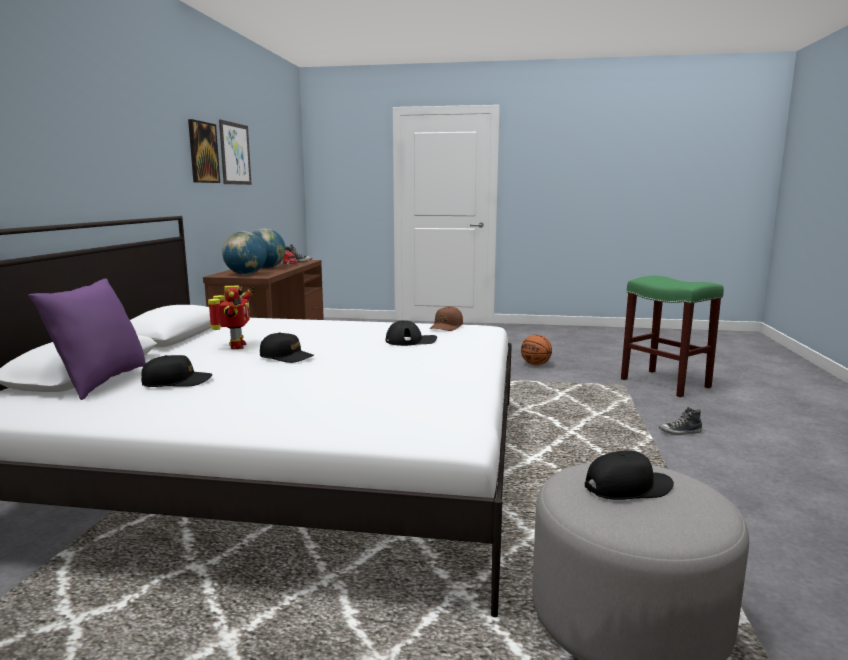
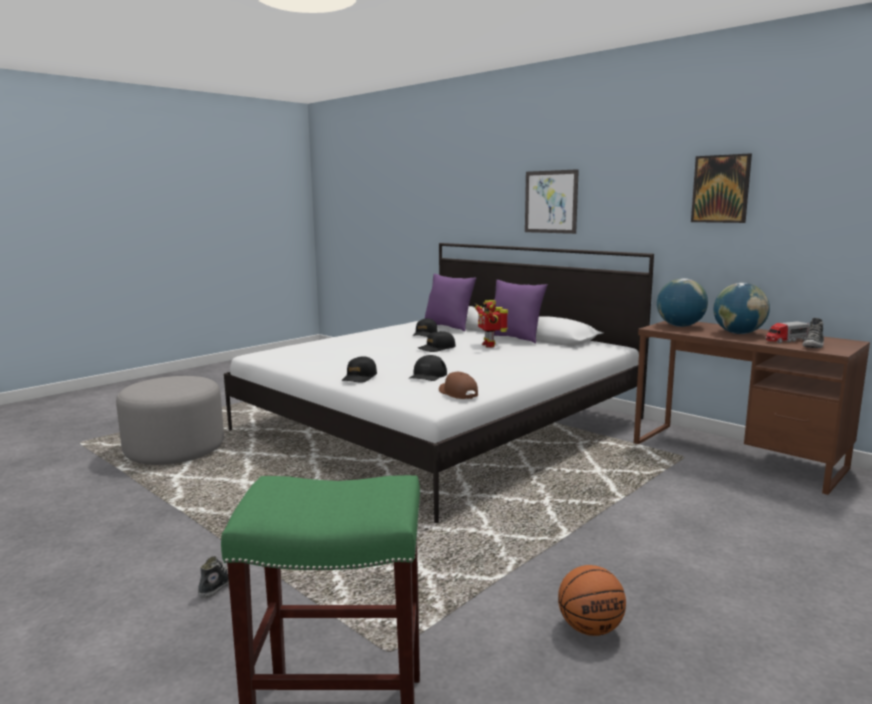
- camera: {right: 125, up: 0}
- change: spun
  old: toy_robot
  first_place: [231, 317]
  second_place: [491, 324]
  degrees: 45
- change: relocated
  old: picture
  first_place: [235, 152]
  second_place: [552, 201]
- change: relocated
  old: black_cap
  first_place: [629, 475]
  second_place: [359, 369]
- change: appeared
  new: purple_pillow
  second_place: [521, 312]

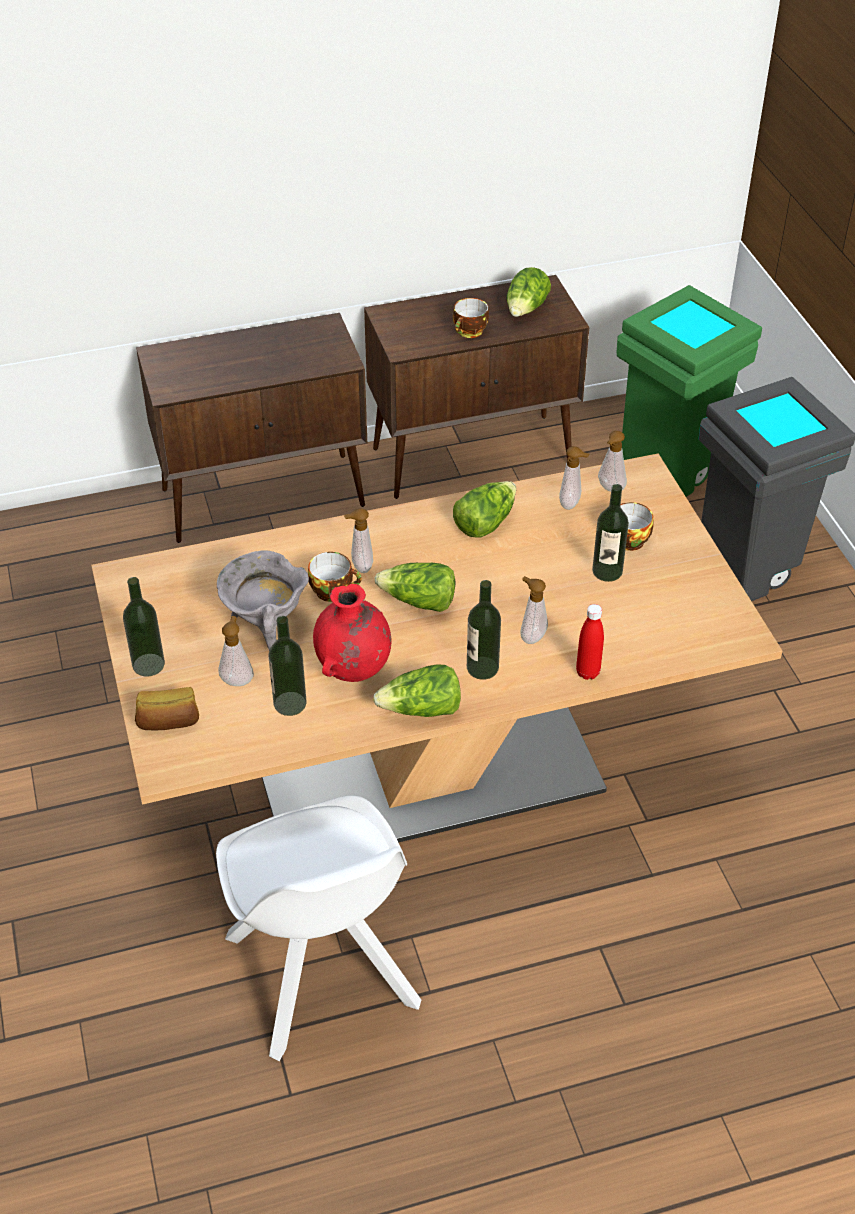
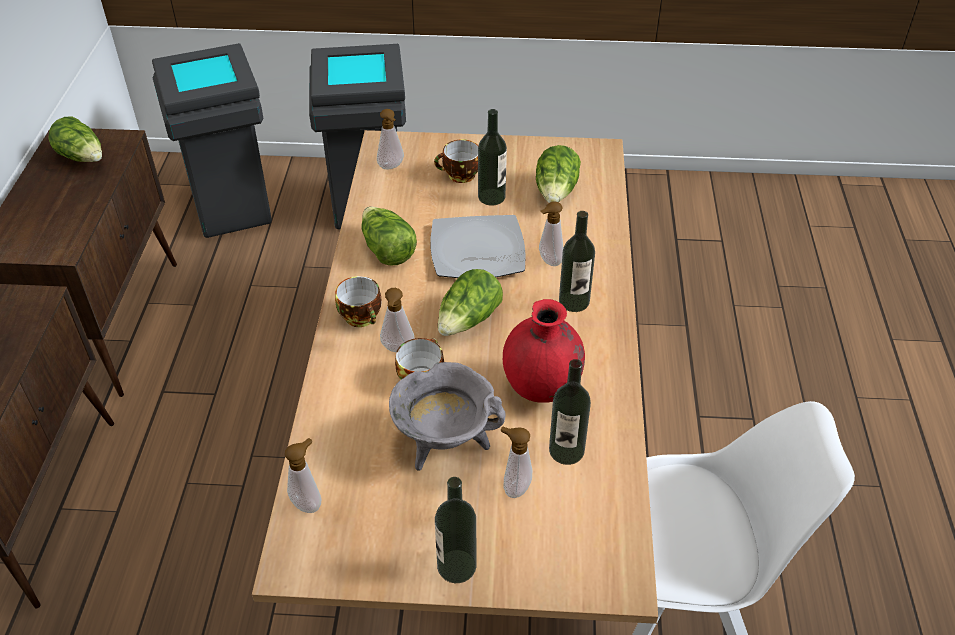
- camera: {right: -70, up: 0}
- change: missing
  old: bread
  first_place: [167, 709]
- change: relocated
  old: lettuce
  first_place: [417, 690]
  second_place: [558, 174]
- change: relocated
  old: cup
  first_place: [471, 318]
  second_place: [358, 301]
- change: relocated
  old: soap_dispenser
  first_place: [574, 478]
  second_place: [303, 475]
- change: missing
  old: red_bottle
  first_place: [590, 642]
- change: colour
  old: green_trash_can
  new: grey_trash_can
  first_place: [689, 391]
  second_place: [212, 140]
- change: appeared
  new: plate
  second_place: [478, 246]

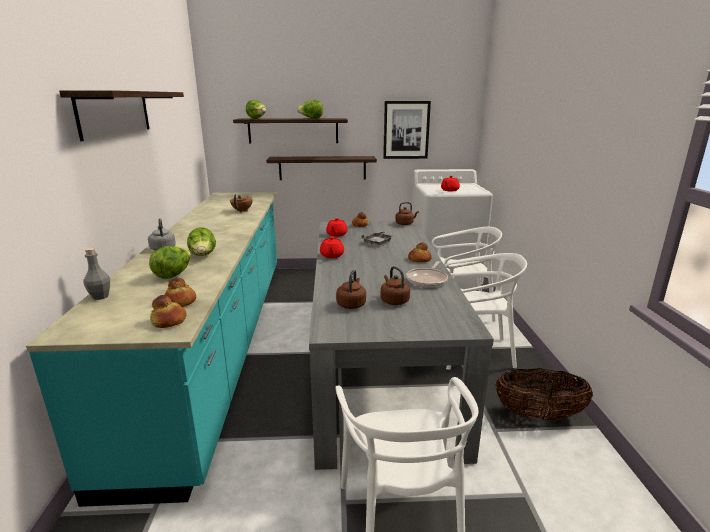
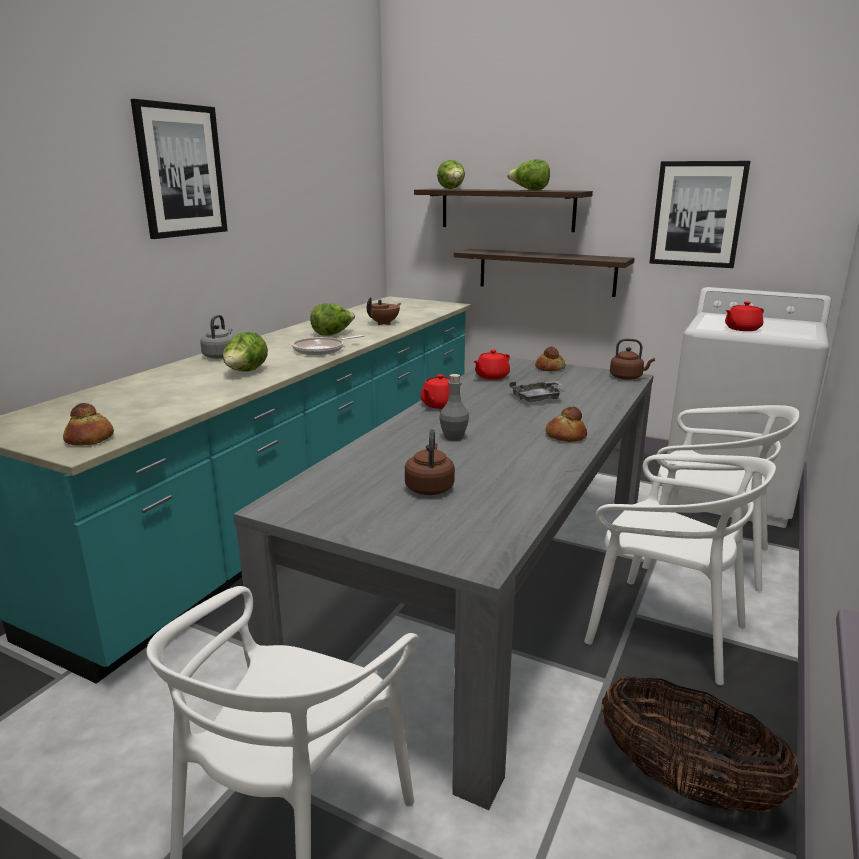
- camera: {right: 30, up: 0}
- change: exchanged
  old: shelf
  new: picture
  first_place: [121, 115]
  second_place: [179, 169]
- change: relocated
  old: grey_bottle
  first_place: [97, 274]
  second_place: [454, 407]
- change: relocated
  old: lettuce
  first_place: [170, 262]
  second_place: [332, 319]
- change: missing
  old: bread
  first_place: [180, 292]
- change: missing
  old: brown_kettle
  first_place: [351, 289]
- change: relocated
  old: frying_pan
  first_place: [427, 274]
  second_place: [328, 345]

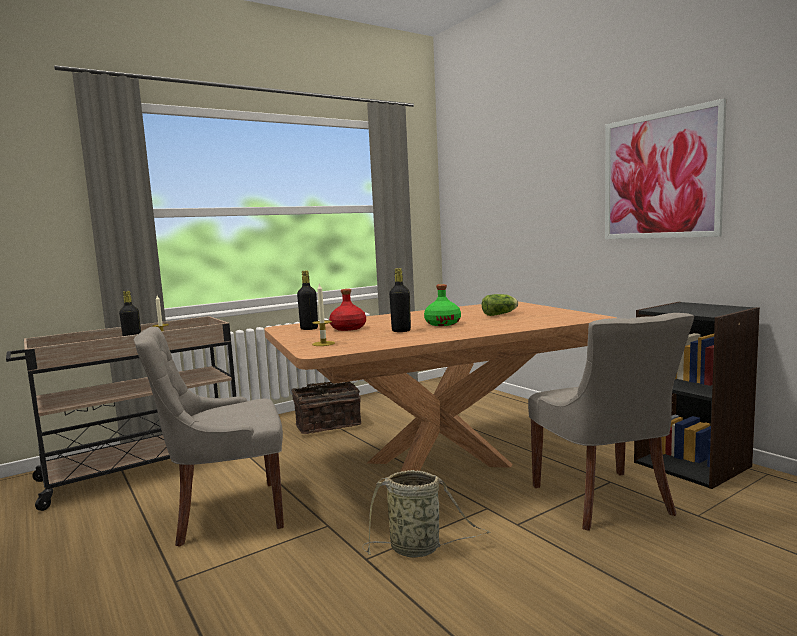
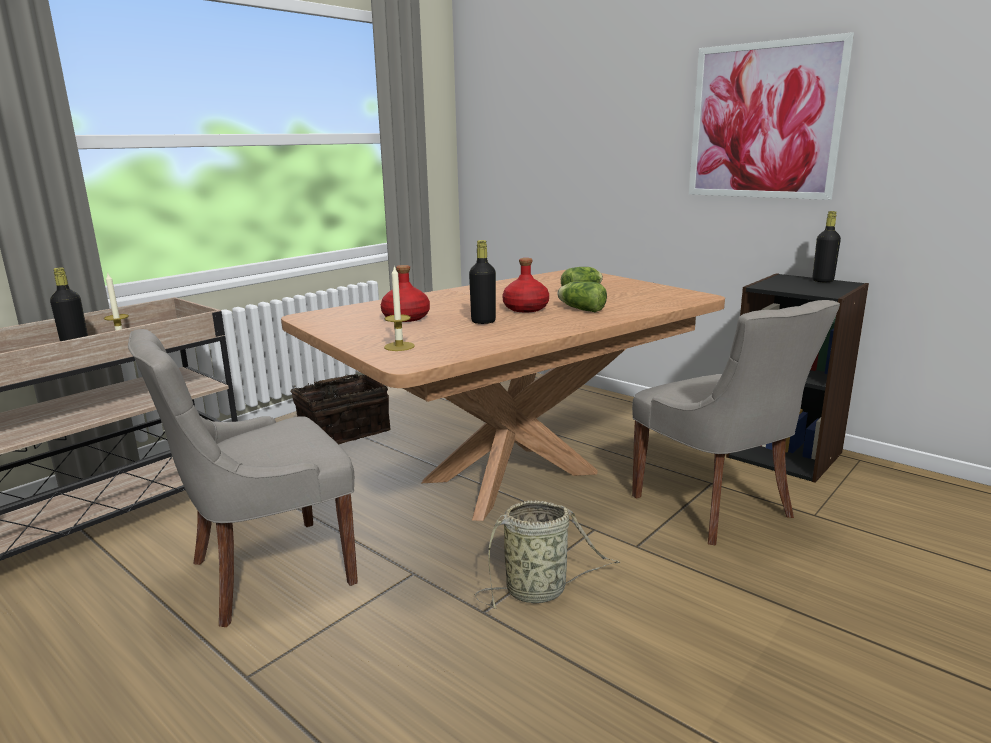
- camera: {right: -15, up: 10}
- change: relocated
  old: black_bottle
  first_place: [307, 300]
  second_place: [826, 246]
- change: colour
  old: green_bottle
  new: red_bottle
  first_place: [442, 305]
  second_place: [525, 285]
- change: appeared
  new: lettuce
  second_place: [582, 297]

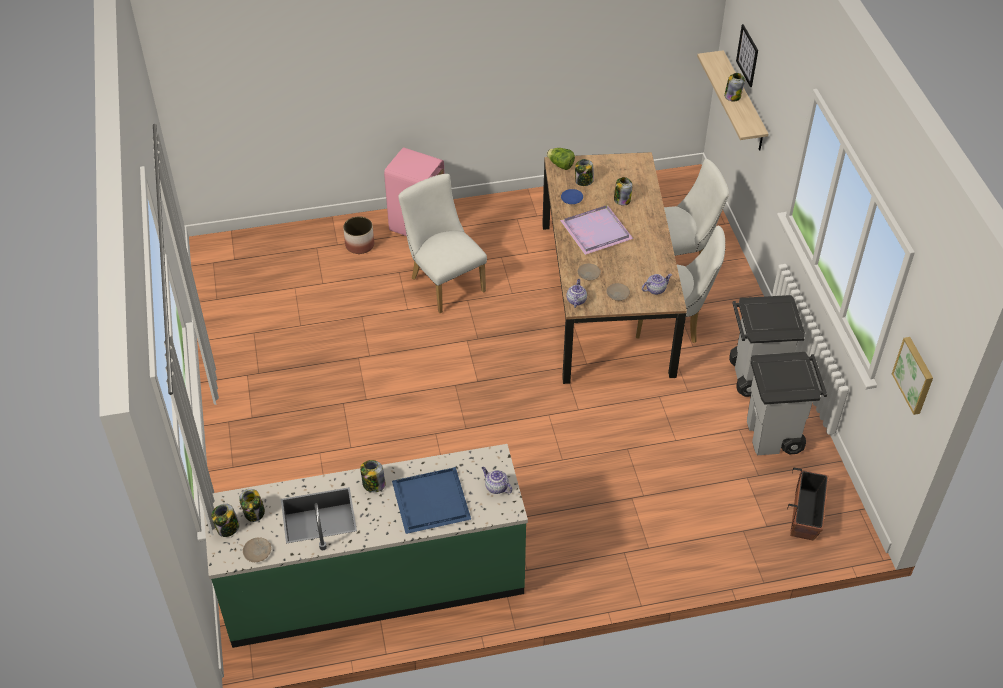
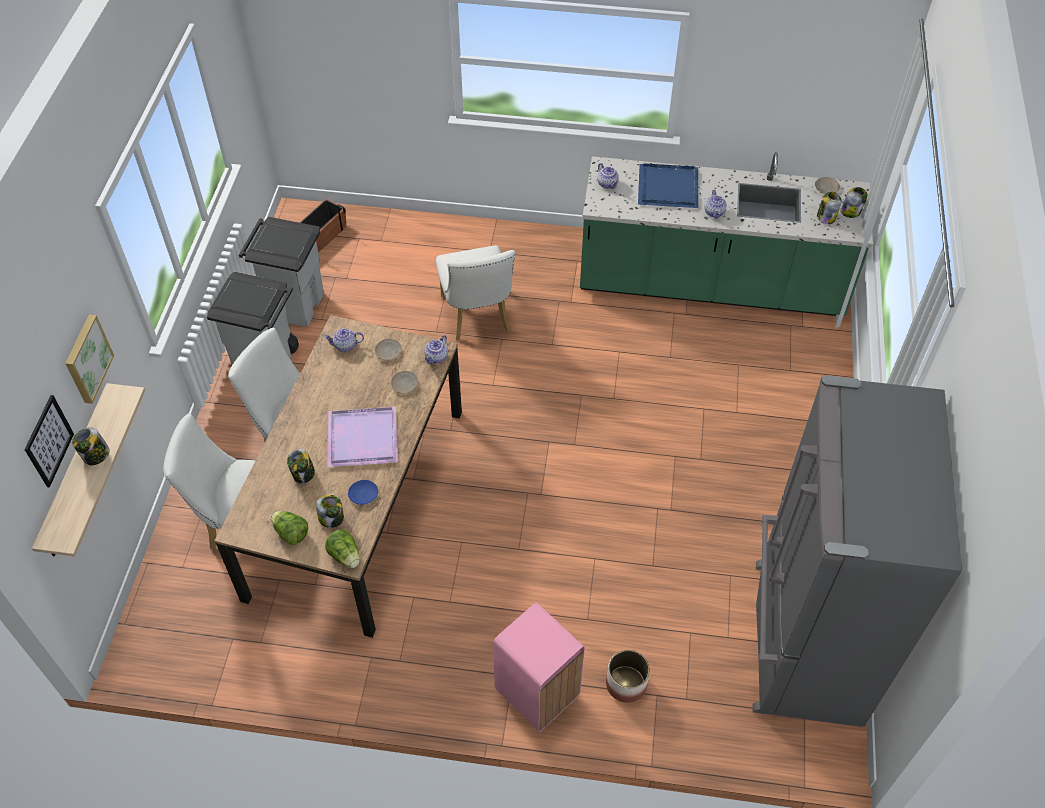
- camera: {right: -160, up: 5}
- change: exchanged
  old: jar
  new: teapot
  first_place: [373, 476]
  second_place: [715, 204]
- change: relocated
  old: white_chair
  first_place: [442, 243]
  second_place: [475, 292]
- change: relocated
  old: picture
  first_place: [912, 376]
  second_place: [89, 359]
- change: appeared
  new: lettuce
  second_place: [289, 528]
- change: appeared
  new: grey_fridge
  second_place: [857, 551]

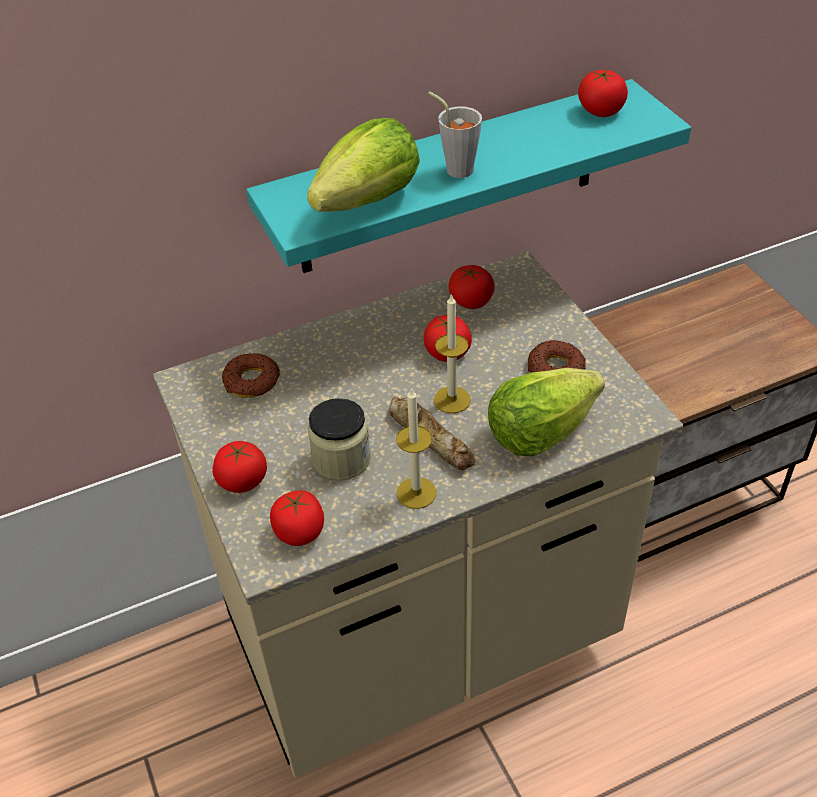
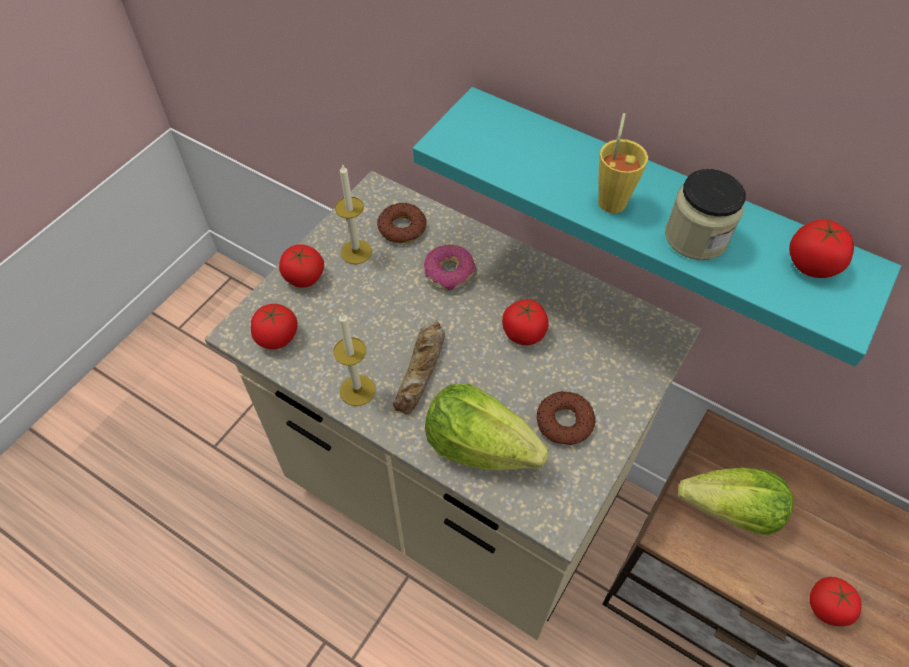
- camera: {right: 55, up: 10}
- change: relocated
  old: lettuce
  first_place: [363, 165]
  second_place: [735, 501]
- change: relocated
  old: jar
  first_place: [339, 439]
  second_place: [705, 214]
- change: colour
  old: grey_cup
  new: yellow_cup
  first_place: [455, 135]
  second_place: [623, 163]
- change: relocated
  old: candle
  first_place: [452, 353]
  second_place: [353, 214]
- change: relocated
  old: tomato
  first_place: [472, 287]
  second_place: [835, 601]
- change: appeared
  new: donut
  second_place: [450, 267]

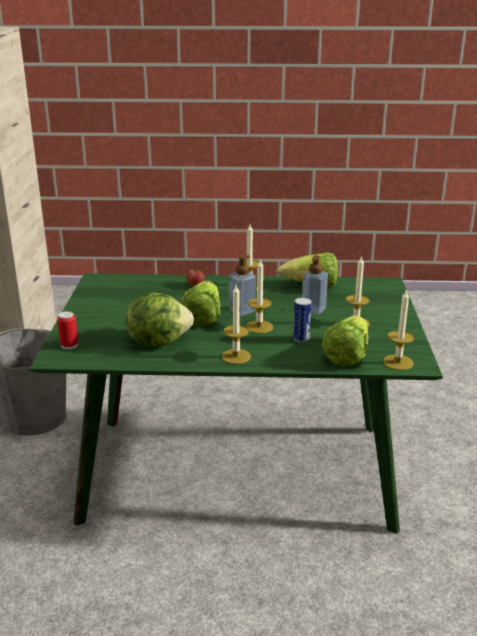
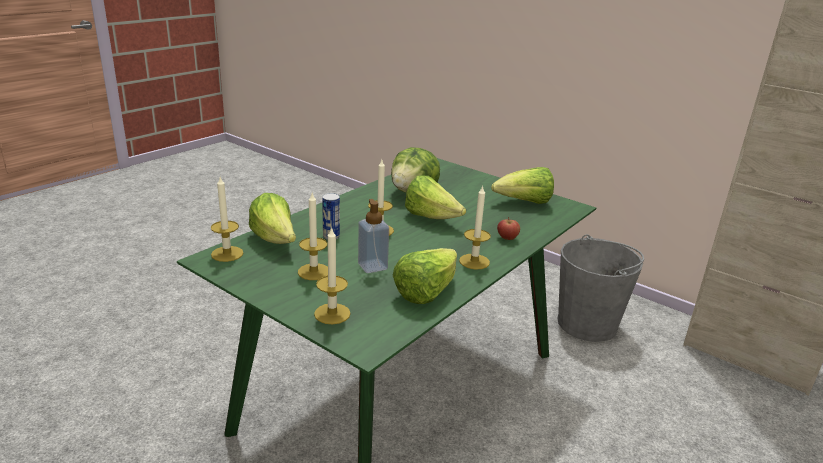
- camera: {right: 125, up: 0}
- change: missing
  old: can
  first_place: [67, 330]
- change: relocated
  old: candle
  first_place: [236, 324]
  second_place: [332, 275]
- change: missing
  old: soap_dispenser
  first_place: [242, 285]
- change: appeared
  new: lettuce
  second_place: [522, 185]

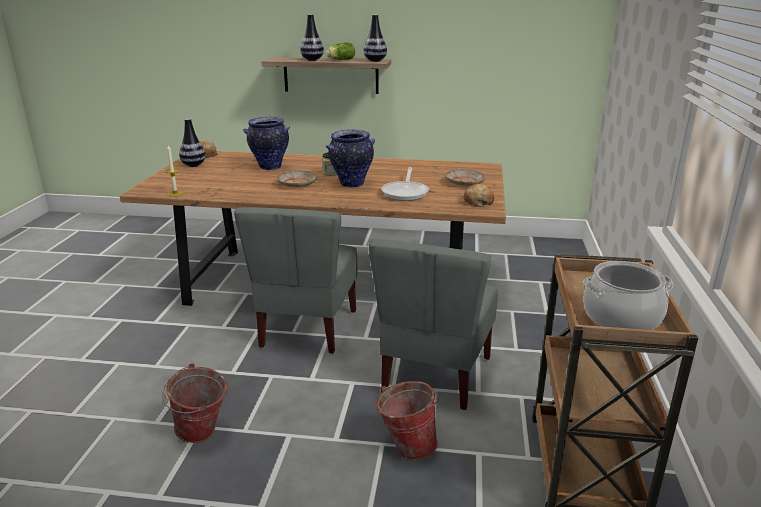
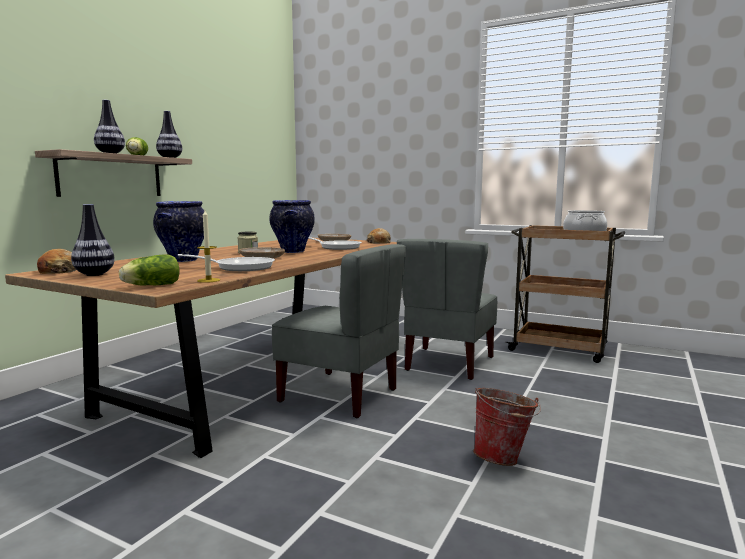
- camera: {right: -70, up: -15}
- change: spun
  old: grey_chair
  first_place: [433, 324]
  second_place: [447, 309]
  degrees: 75
- change: missing
  old: bucket
  first_place: [407, 421]
- change: appeared
  new: lettuce
  second_place: [149, 269]
- change: appeared
  new: frying_pan
  second_place: [226, 262]

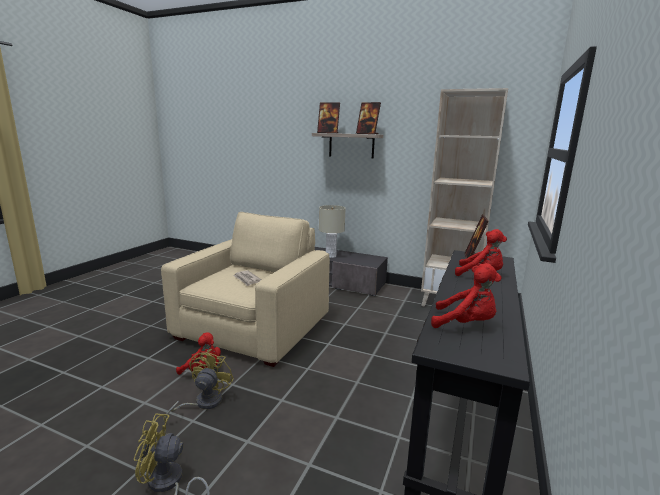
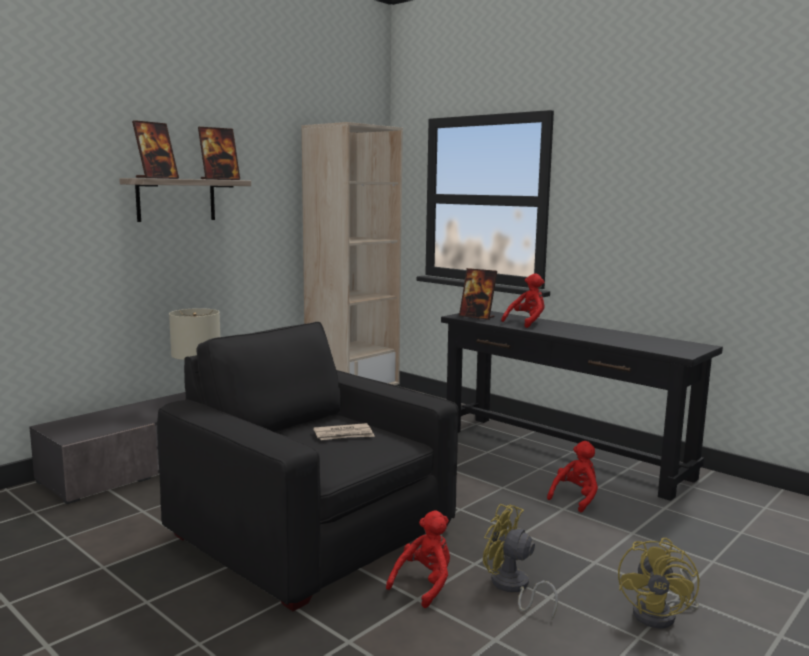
- camera: {right: -70, up: -5}
- change: colour
  old: beige_armchair
  new: black_armchair
  first_place: [245, 289]
  second_place: [308, 466]
- change: relocated
  old: red_plush_toy
  first_place: [466, 295]
  second_place: [572, 476]

